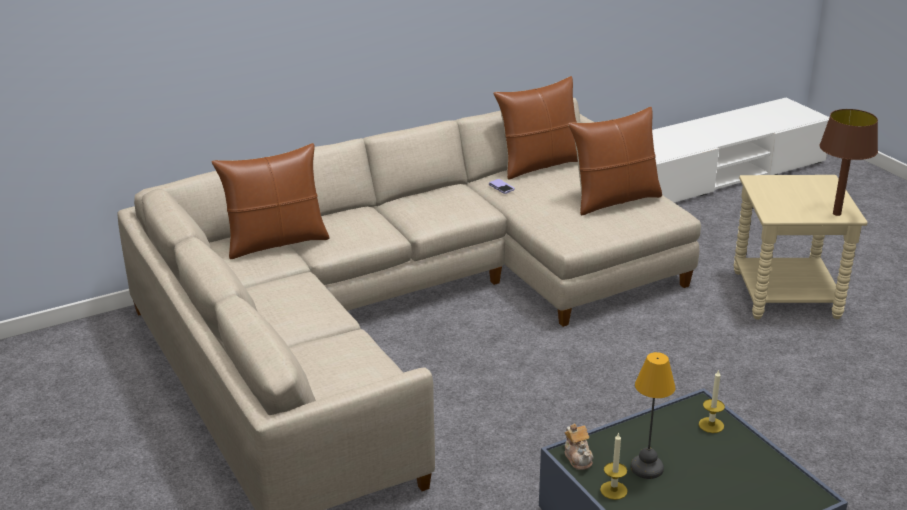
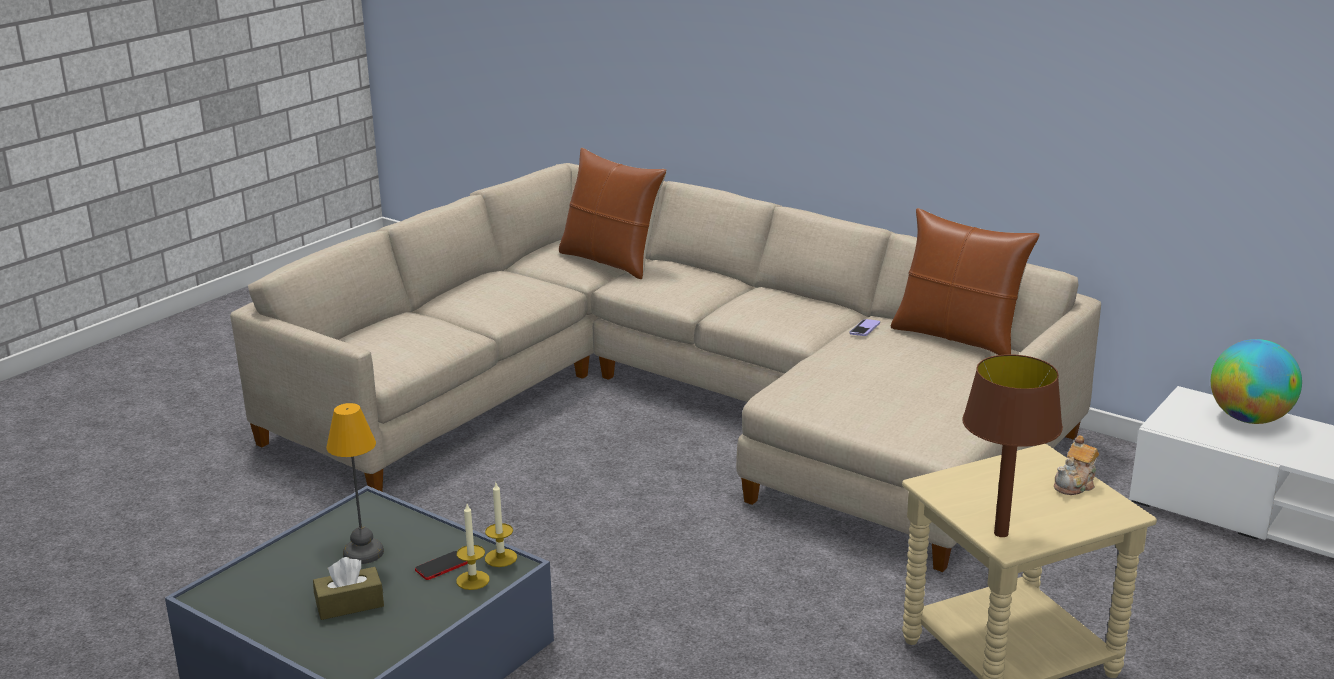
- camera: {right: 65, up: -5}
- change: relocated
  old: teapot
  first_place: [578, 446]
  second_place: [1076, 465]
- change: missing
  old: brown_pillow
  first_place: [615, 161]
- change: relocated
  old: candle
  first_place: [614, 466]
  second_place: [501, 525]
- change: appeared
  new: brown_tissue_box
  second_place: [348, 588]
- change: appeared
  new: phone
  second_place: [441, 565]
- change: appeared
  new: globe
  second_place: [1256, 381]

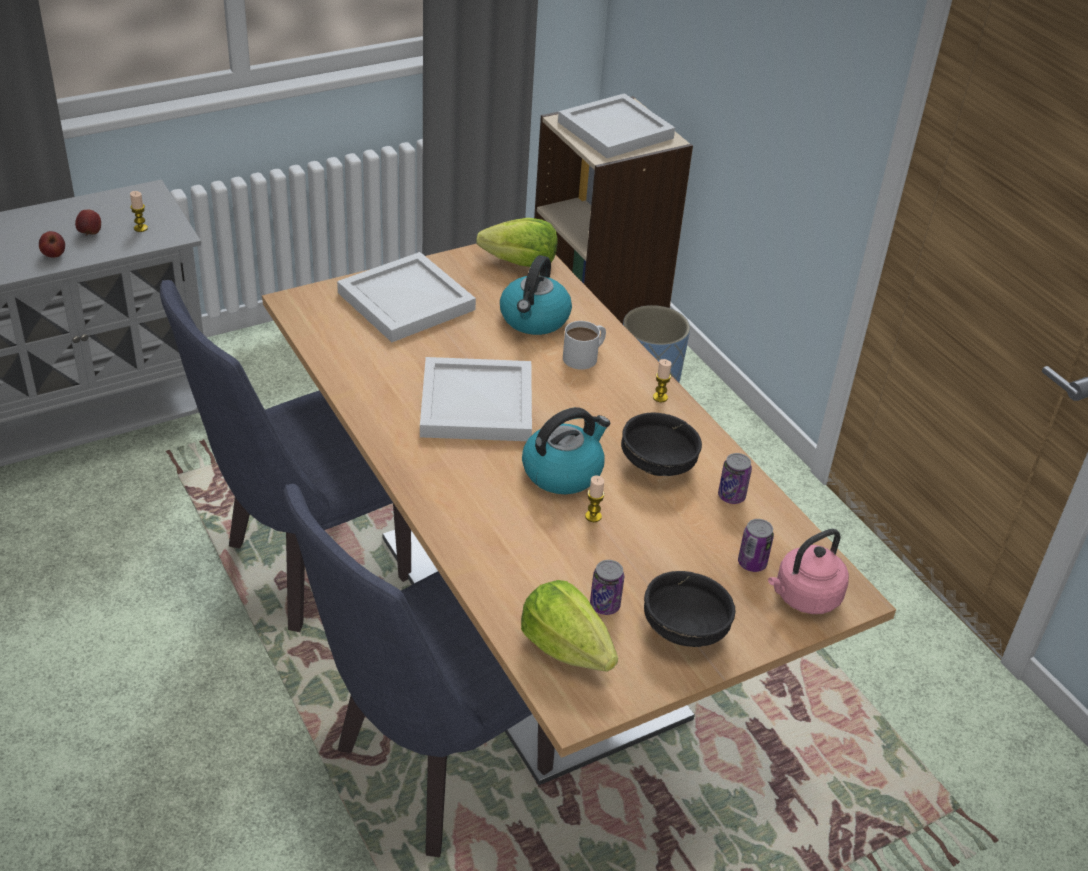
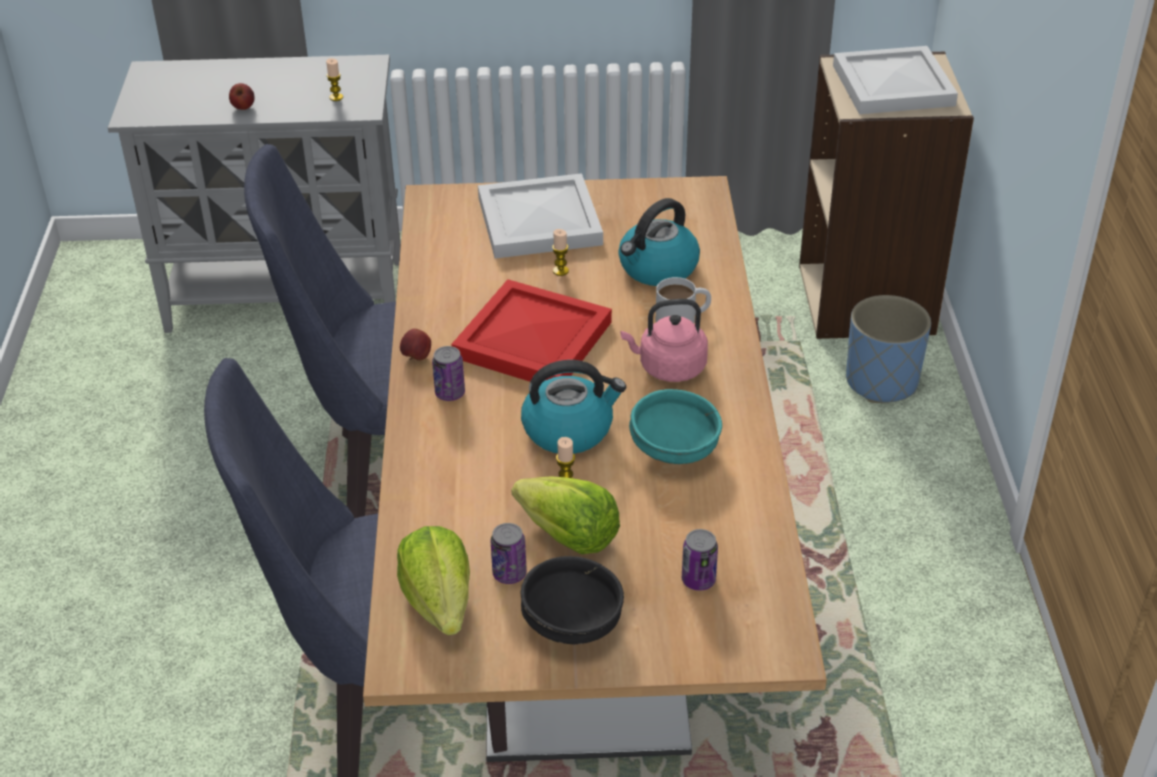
- camera: {right: 30, up: 0}
- change: relocated
  old: apple
  first_place: [88, 223]
  second_place: [415, 345]
- change: colour
  old: white_tray
  new: red_tray
  first_place: [476, 399]
  second_place: [531, 330]
- change: relocated
  old: lettuce
  first_place: [517, 242]
  second_place: [566, 515]
- change: colour
  old: black_bowl
  new: turquoise_bowl
  first_place: [661, 444]
  second_place: [675, 426]
- change: relocated
  old: candle
  first_place: [662, 380]
  second_place: [560, 252]
- change: relocated
  old: can
  first_place: [735, 478]
  second_place: [448, 373]
- change: relocated
  old: pink_kettle
  first_place: [808, 571]
  second_place: [664, 340]

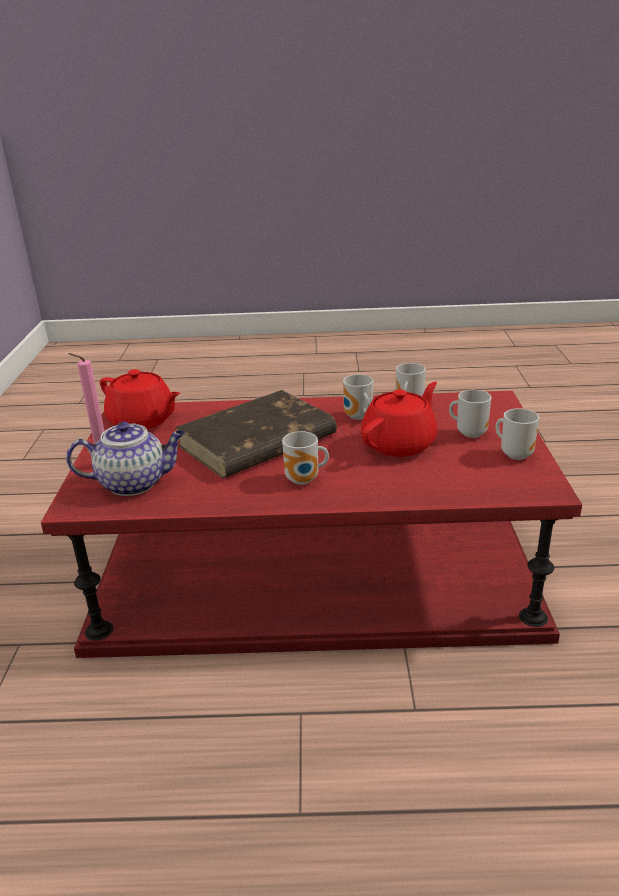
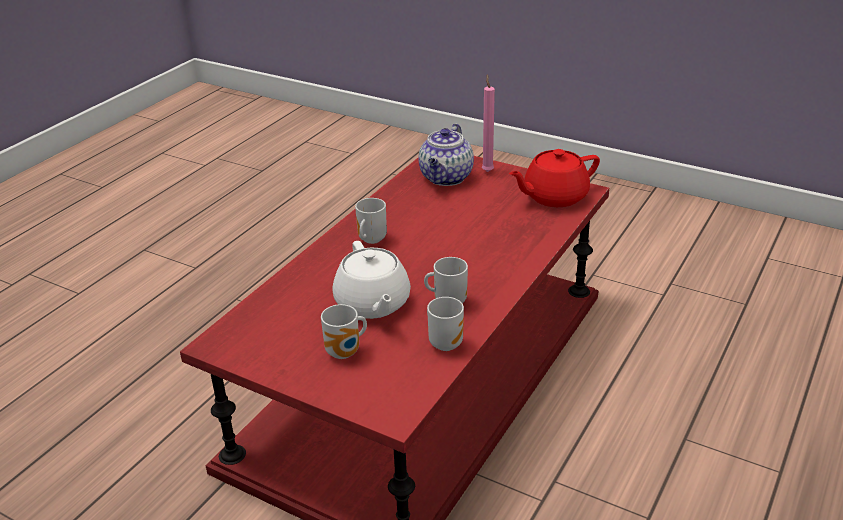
- camera: {right: 120, up: 5}
- change: missing
  old: brown_book
  first_place: [256, 434]
- change: colour
  old: red_teapot
  new: white_teapot
  first_place: [399, 419]
  second_place: [371, 280]
- change: missing
  old: mug
  first_place: [517, 434]

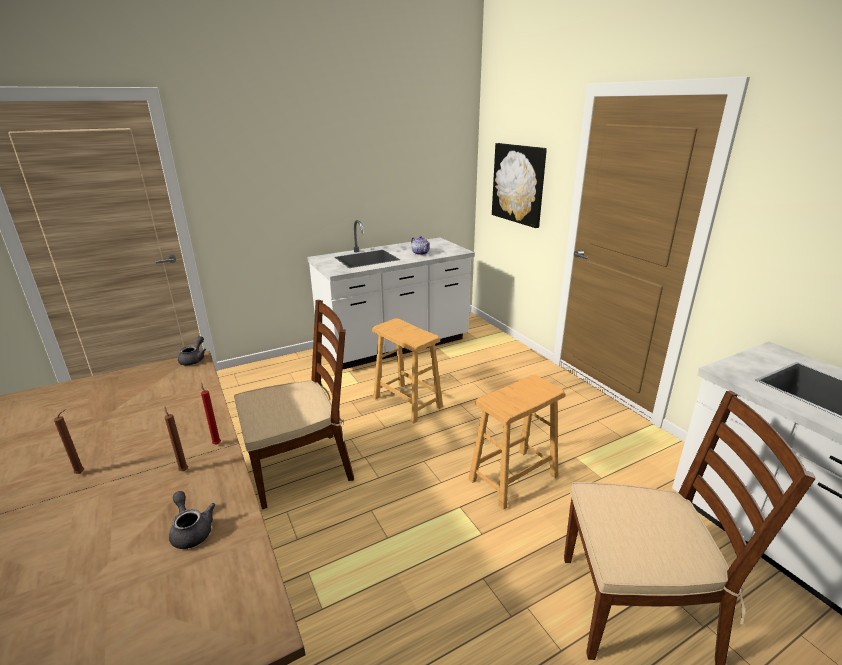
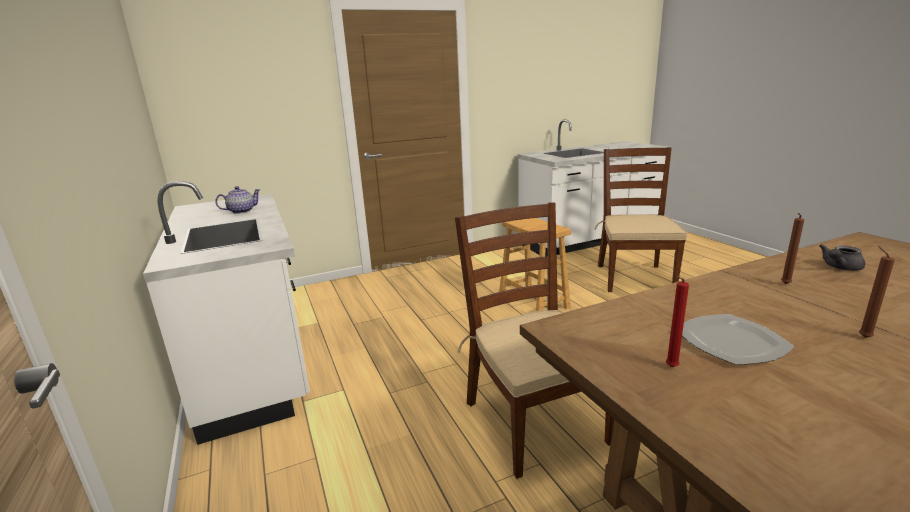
- camera: {right: -85, up: -5}
- change: missing
  old: grey_teapot
  first_place: [192, 350]
- change: relocated
  old: red_candle
  first_place: [211, 414]
  second_place: [677, 321]
- change: missing
  old: brown_stool
  first_place: [407, 371]
- change: missing
  old: picture
  first_place: [519, 185]
- change: appeared
  new: plate
  second_place: [738, 339]

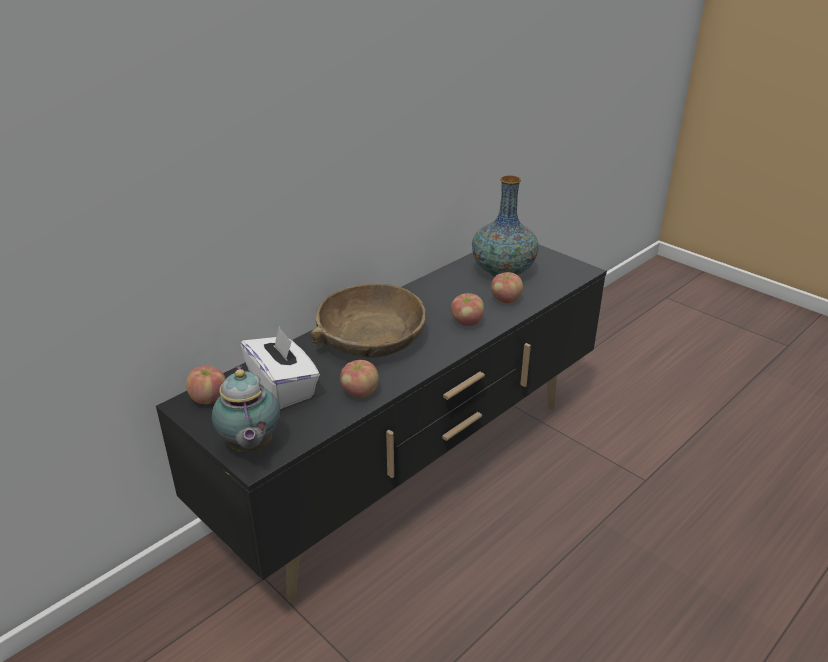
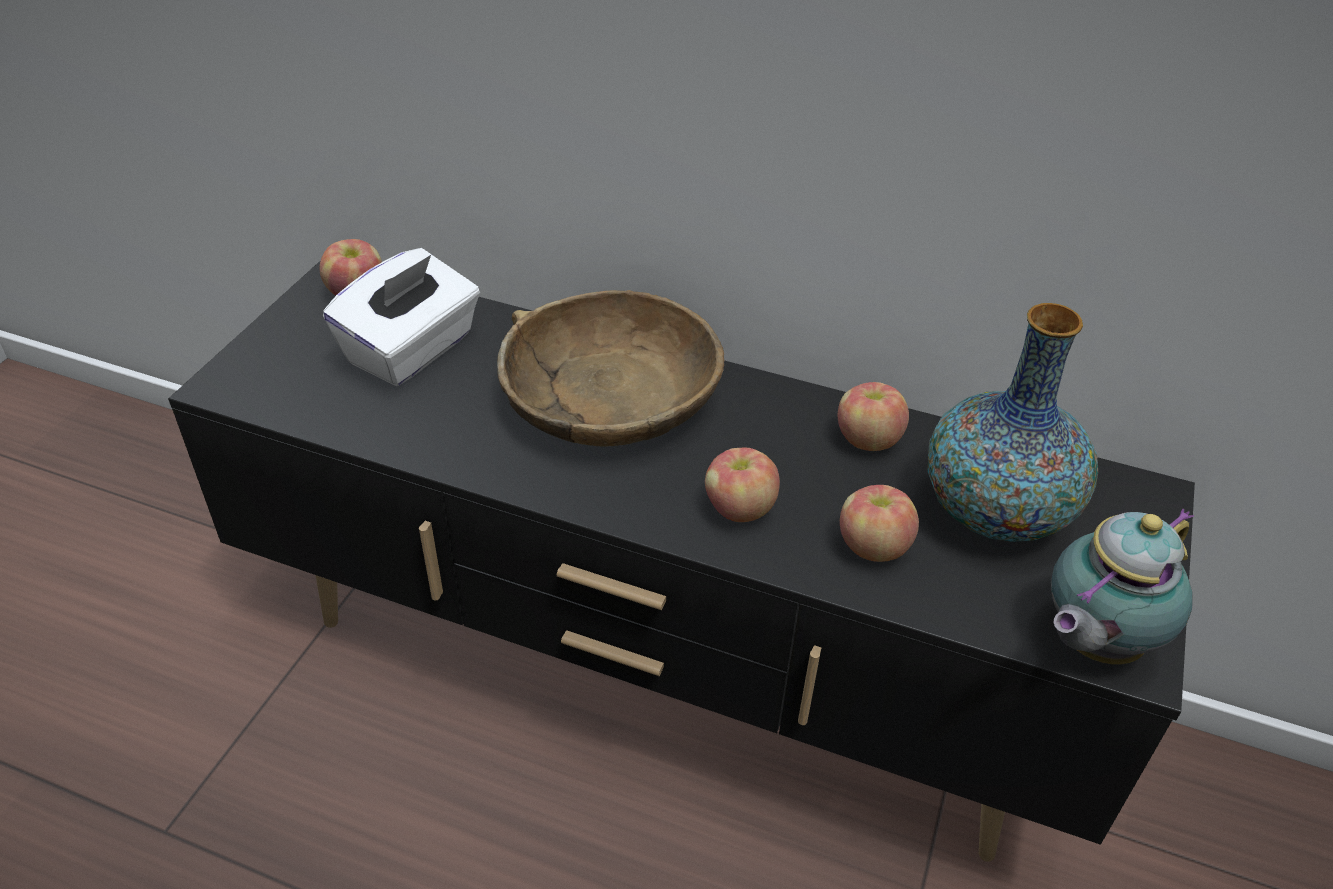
- camera: {right: 65, up: 10}
- change: relocated
  old: teapot
  first_place: [246, 408]
  second_place: [1122, 587]
- change: relocated
  old: apple
  first_place: [359, 379]
  second_place: [873, 416]

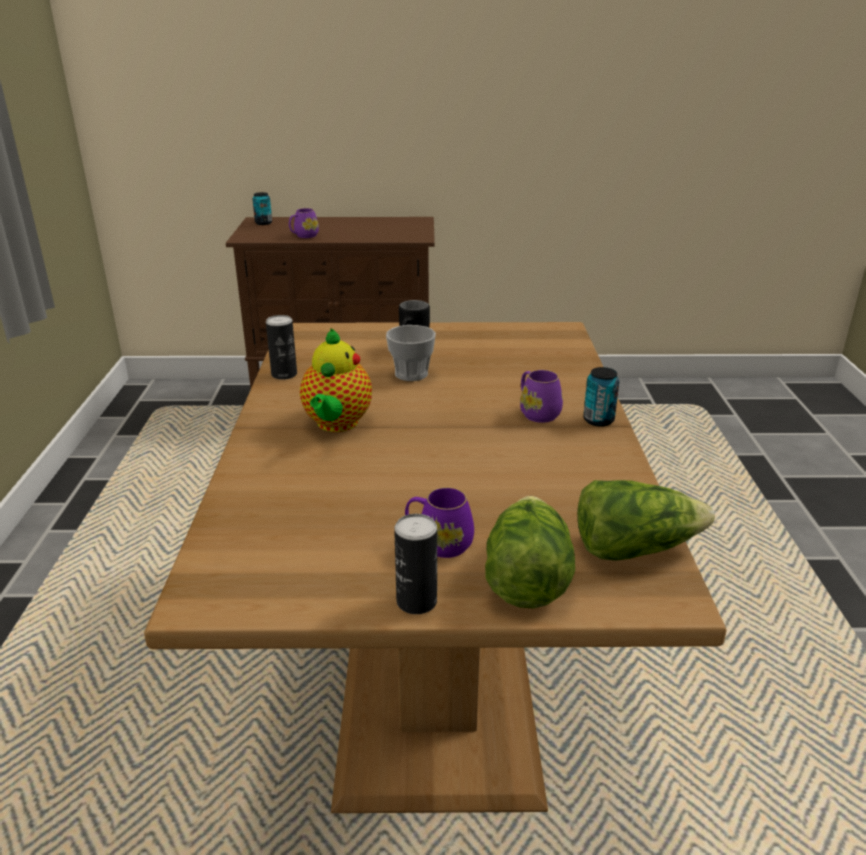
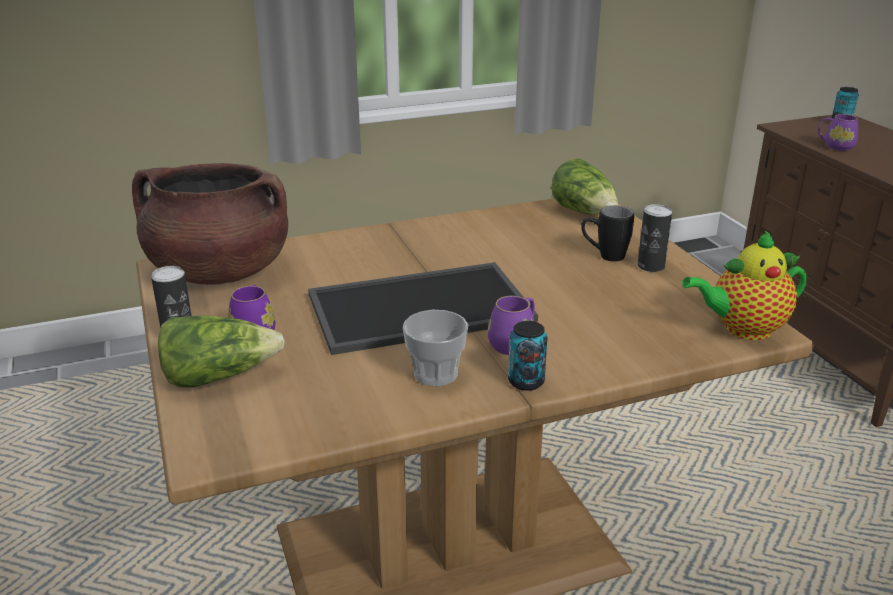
- camera: {right: 70, up: 0}
- change: relocated
  old: can
  first_place: [281, 347]
  second_place: [655, 238]
- change: relocated
  old: teapot
  first_place: [336, 380]
  second_place: [744, 285]
- change: relocated
  old: cup
  first_place: [411, 353]
  second_place: [435, 348]
- change: relocated
  old: lettuce
  first_place: [646, 520]
  second_place: [584, 187]
- change: appeared
  new: brown_cooking_pot
  second_place: [210, 224]
- change: appeared
  new: tray
  second_place: [423, 308]

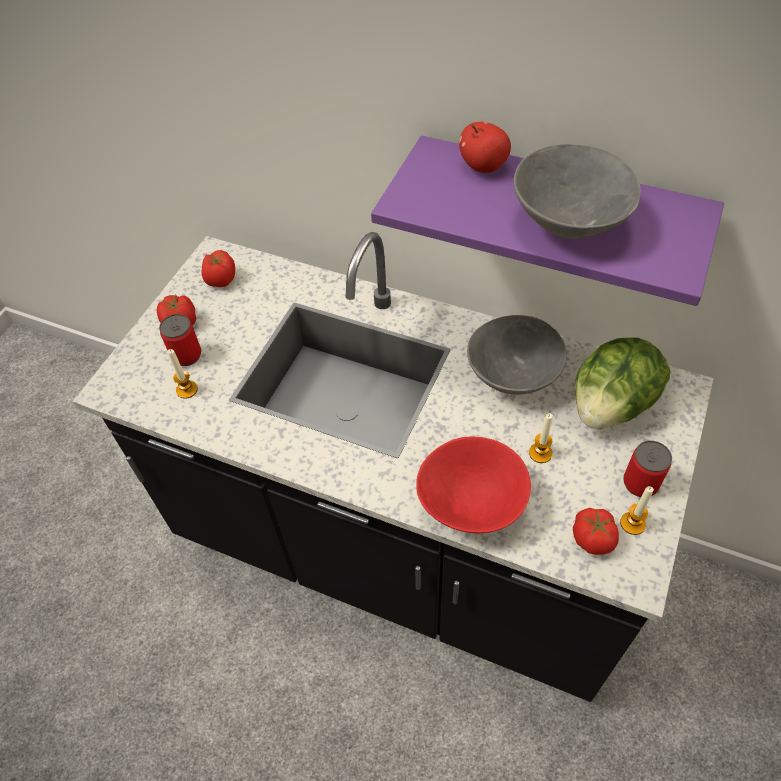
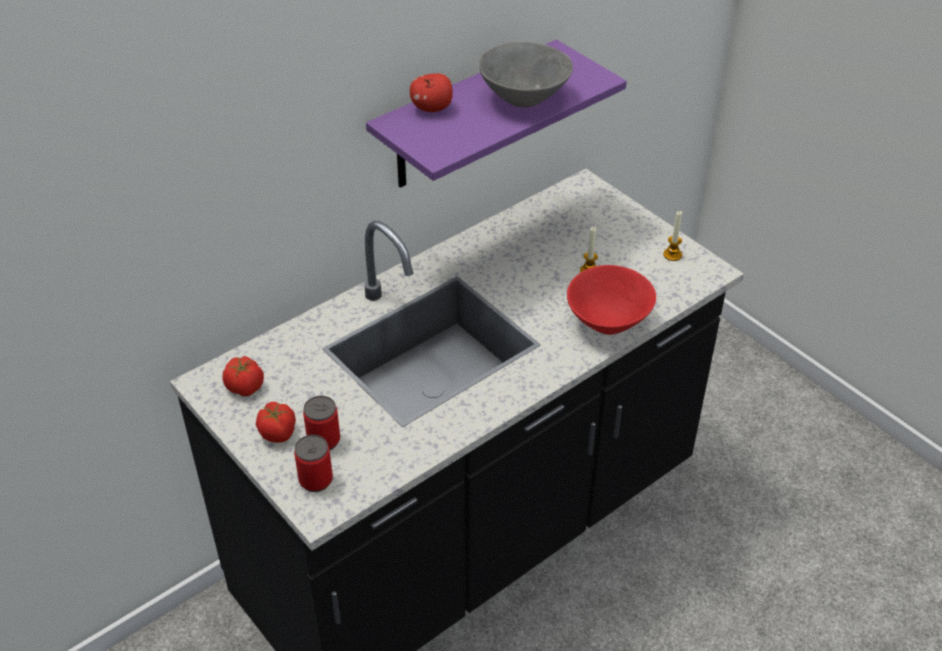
- camera: {right: -65, up: -10}
- change: missing
  old: candle
  first_place: [182, 374]
- change: missing
  old: grey_bowl
  first_place: [517, 355]
- change: missing
  old: tomato
  first_place: [596, 531]
- change: missing
  old: lettuce
  first_place: [622, 383]
- change: relocated
  old: can
  first_place: [647, 469]
  second_place: [313, 463]

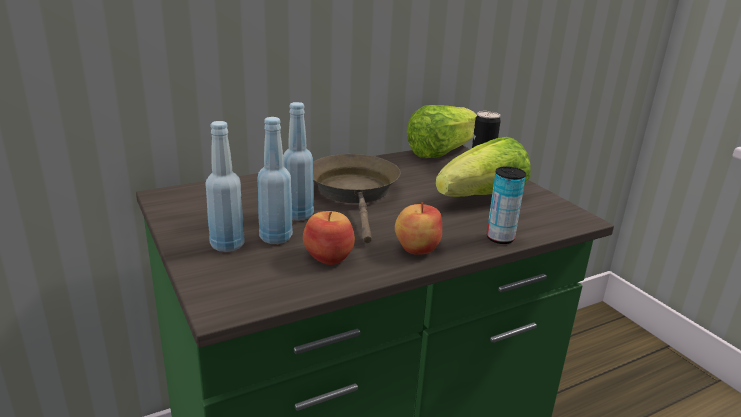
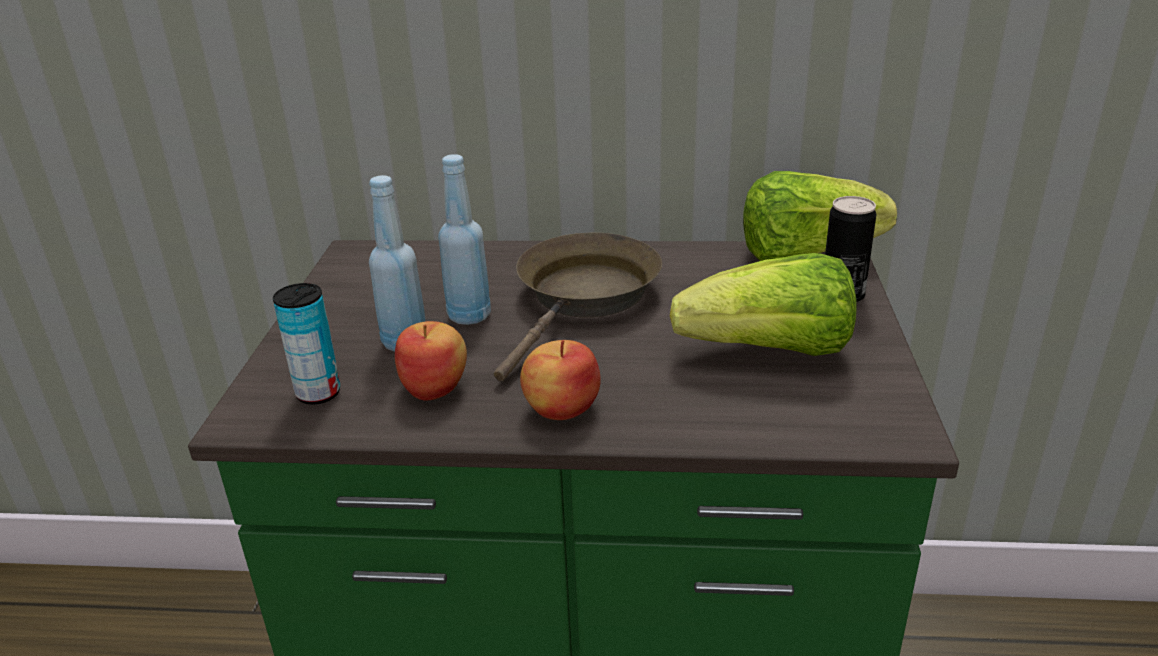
- camera: {right: 35, up: 5}
- change: missing
  old: blue_bottle
  first_place: [225, 186]
- change: relocated
  old: can
  first_place: [506, 205]
  second_place: [306, 344]

